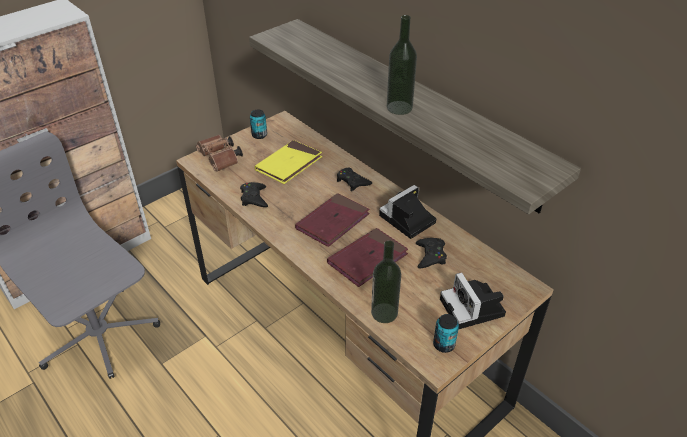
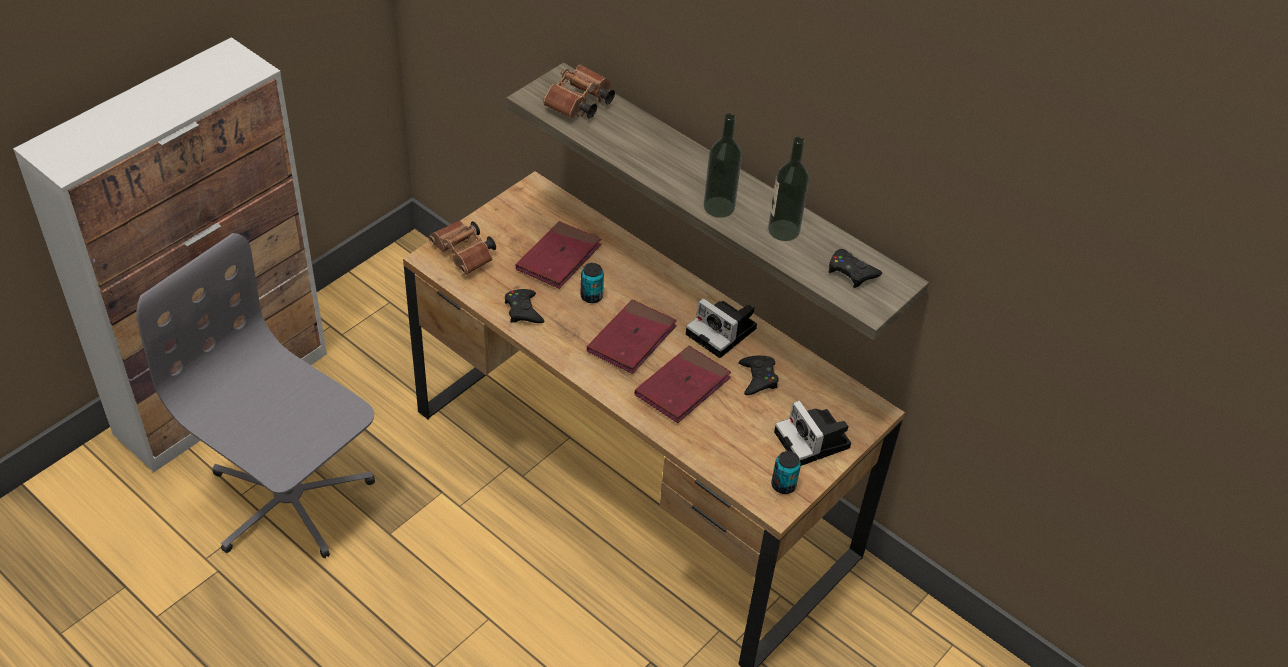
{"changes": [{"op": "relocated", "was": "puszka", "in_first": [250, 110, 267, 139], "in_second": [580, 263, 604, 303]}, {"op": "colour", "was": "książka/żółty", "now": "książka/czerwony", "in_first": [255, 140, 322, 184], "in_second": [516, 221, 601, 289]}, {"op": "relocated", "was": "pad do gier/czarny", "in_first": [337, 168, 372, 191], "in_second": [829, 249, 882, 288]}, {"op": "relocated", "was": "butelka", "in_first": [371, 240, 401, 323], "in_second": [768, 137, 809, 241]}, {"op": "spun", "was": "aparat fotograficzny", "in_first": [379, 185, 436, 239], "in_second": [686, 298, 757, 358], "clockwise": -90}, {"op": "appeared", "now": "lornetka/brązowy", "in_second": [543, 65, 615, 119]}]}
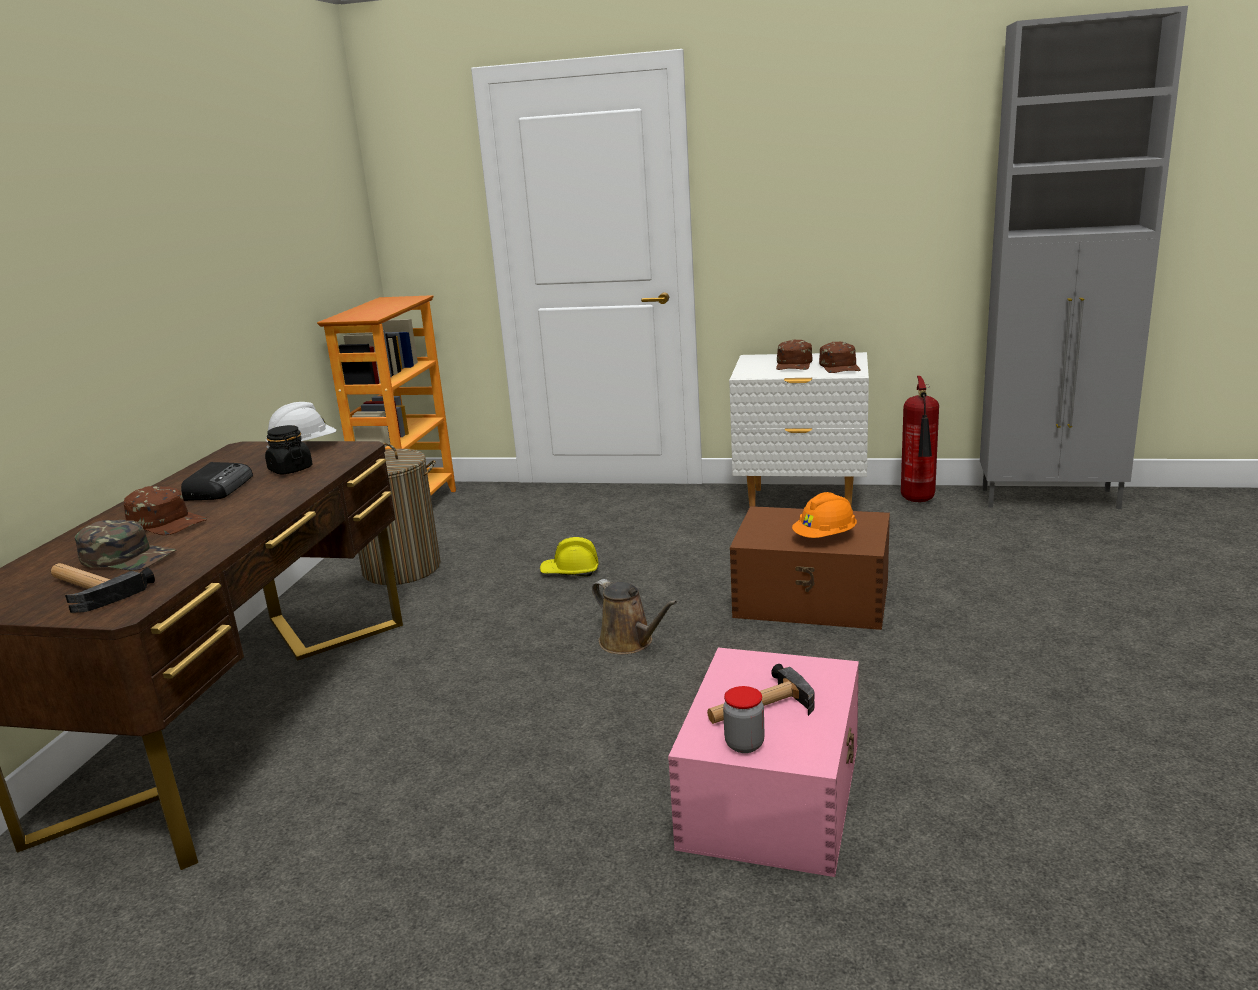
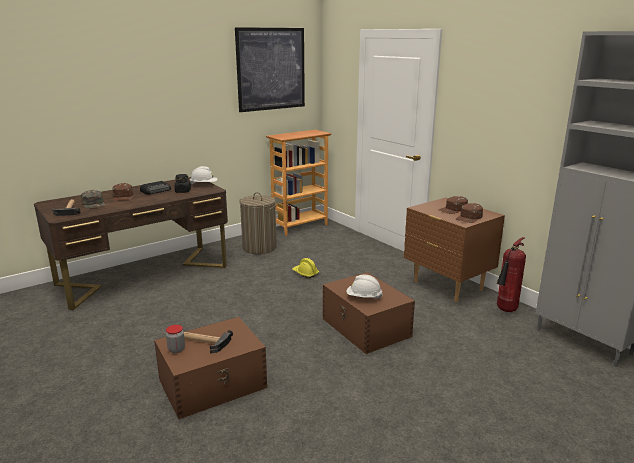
{"changes": [{"op": "missing", "was": "konewka/brązowy", "in_first": [592, 579, 677, 654]}, {"op": "colour", "was": "pojemnik do przechowywania/różowy", "now": "pojemnik do przechowywania/brązowy", "in_first": [668, 648, 859, 877], "in_second": [154, 317, 267, 419]}, {"op": "colour", "was": "szafka nocna/biały", "now": "szafka nocna/brązowy", "in_first": [729, 352, 869, 507], "in_second": [404, 198, 505, 302]}, {"op": "colour", "was": "kask/pomarańczowy", "now": "kask/biały", "in_first": [792, 492, 857, 538], "in_second": [346, 275, 382, 299]}, {"op": "appeared", "now": "obraz", "in_second": [235, 27, 305, 112]}]}
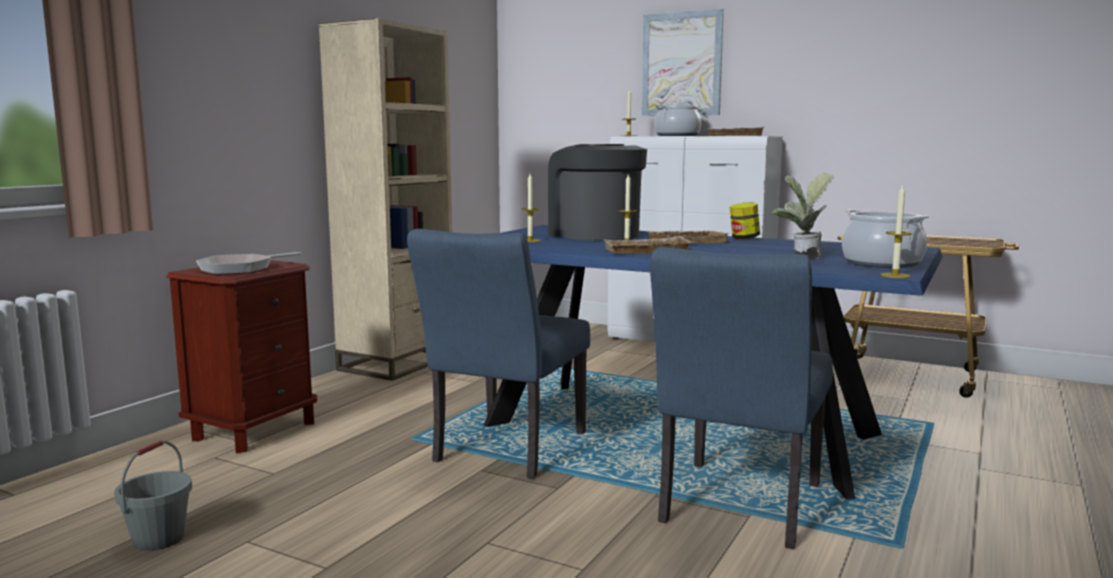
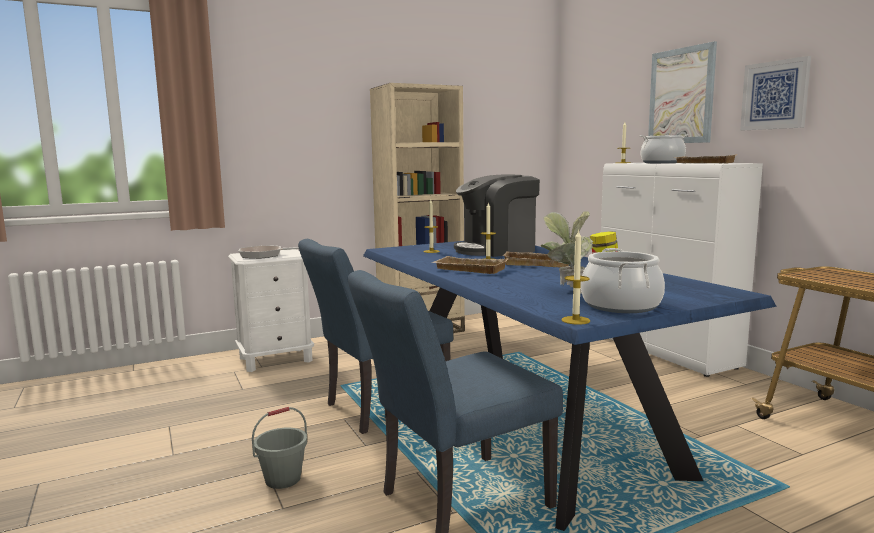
{"changes": [{"op": "relocated", "was": "wiadro/szary", "in_first": [114, 440, 192, 551], "in_second": [252, 407, 307, 489]}, {"op": "colour", "was": "szafka nocna/brązowy", "now": "szafka nocna/biały", "in_first": [166, 260, 317, 453], "in_second": [228, 249, 314, 372]}, {"op": "spun", "was": "ekspres do kawy", "in_first": [548, 144, 647, 241], "in_second": [454, 175, 540, 257], "clockwise": -120}, {"op": "appeared", "now": "obraz", "in_second": [740, 56, 811, 130]}]}
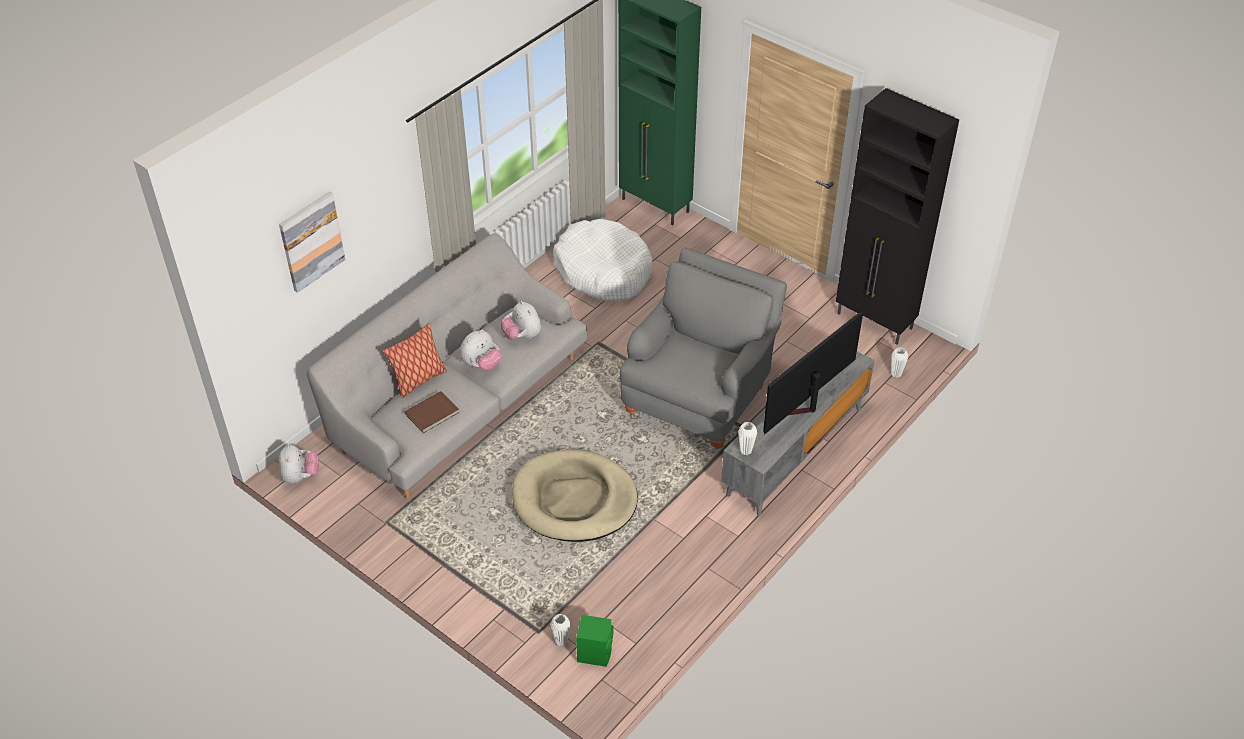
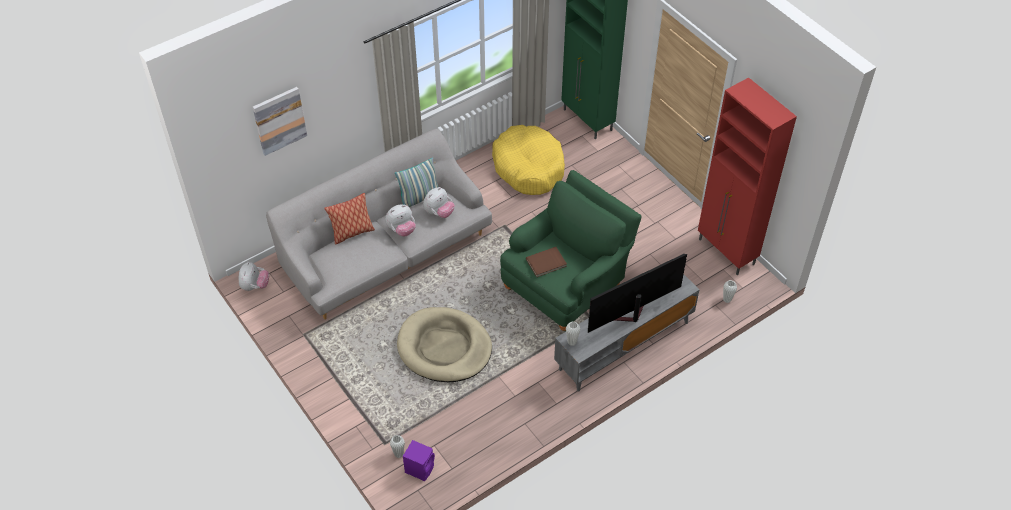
{"changes": [{"op": "relocated", "was": "książka/brązowy", "in_first": [405, 391, 459, 433], "in_second": [526, 247, 567, 277]}, {"op": "spun", "was": "pluszak", "in_first": [501, 301, 541, 340], "in_second": [423, 187, 455, 218], "clockwise": -120}, {"op": "colour", "was": "legowisko/biały", "now": "legowisko/żółty", "in_first": [553, 219, 652, 302], "in_second": [492, 125, 565, 195]}, {"op": "colour", "was": "głośnik/zielony", "now": "głośnik/fioletowy", "in_first": [576, 615, 614, 667], "in_second": [403, 440, 435, 481]}, {"op": "colour", "was": "fotel/szary", "now": "fotel/zielony", "in_first": [620, 247, 787, 449], "in_second": [500, 170, 641, 331]}, {"op": "colour", "was": "szafka/czarny", "now": "szafka/czerwony", "in_first": [836, 88, 959, 345], "in_second": [698, 77, 797, 275]}, {"op": "appeared", "now": "poduszka", "in_second": [395, 157, 438, 207]}]}
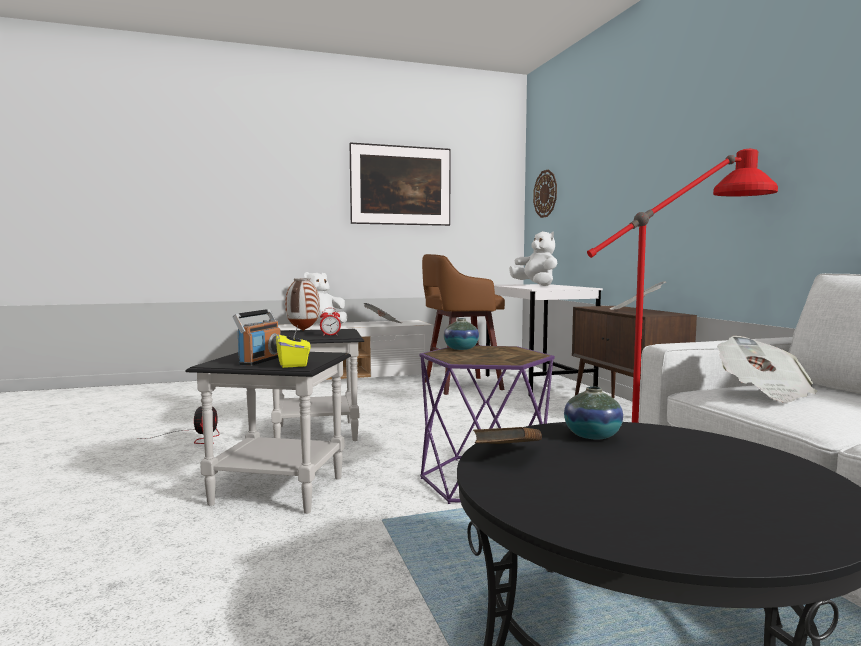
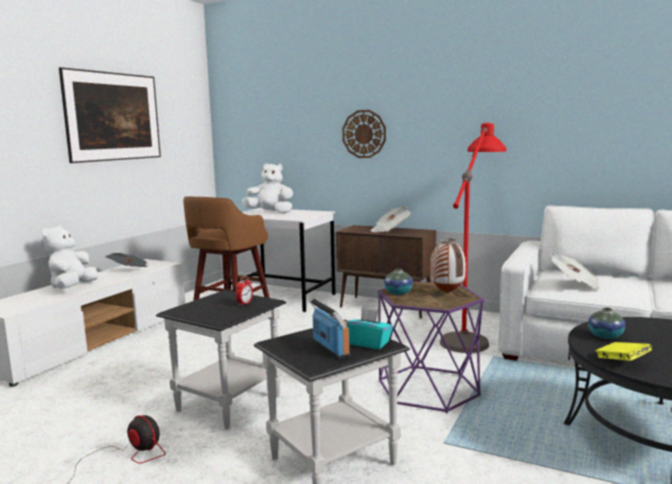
{"changes": [{"op": "colour", "was": "pudełko chusteczek/żółty", "now": "pudełko chusteczek/turkusowy", "in_first": [276, 326, 311, 368], "in_second": [346, 308, 393, 349]}, {"op": "relocated", "was": "wazon", "in_first": [285, 278, 320, 331], "in_second": [430, 239, 466, 293]}, {"op": "colour", "was": "książka/brązowy", "now": "książka/żółty", "in_first": [473, 427, 542, 444], "in_second": [596, 342, 652, 361]}, {"op": "relocated", "was": "zegar ścienny", "in_first": [533, 169, 557, 218], "in_second": [342, 110, 386, 158]}]}
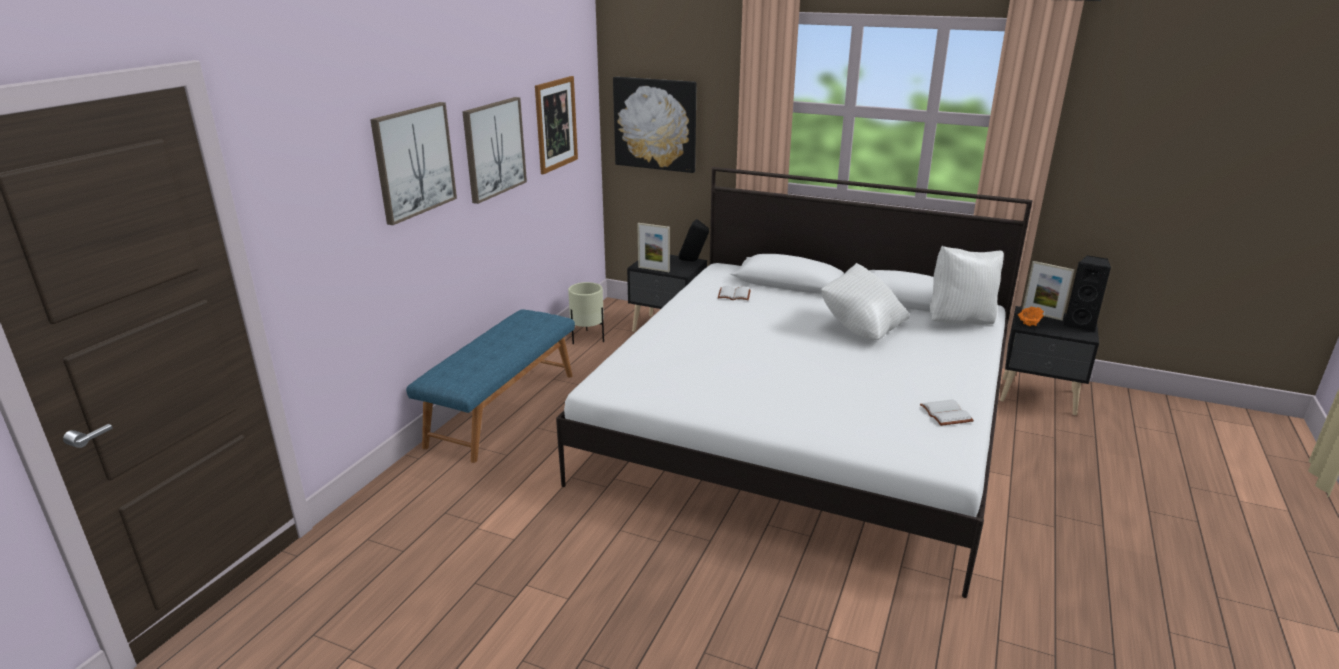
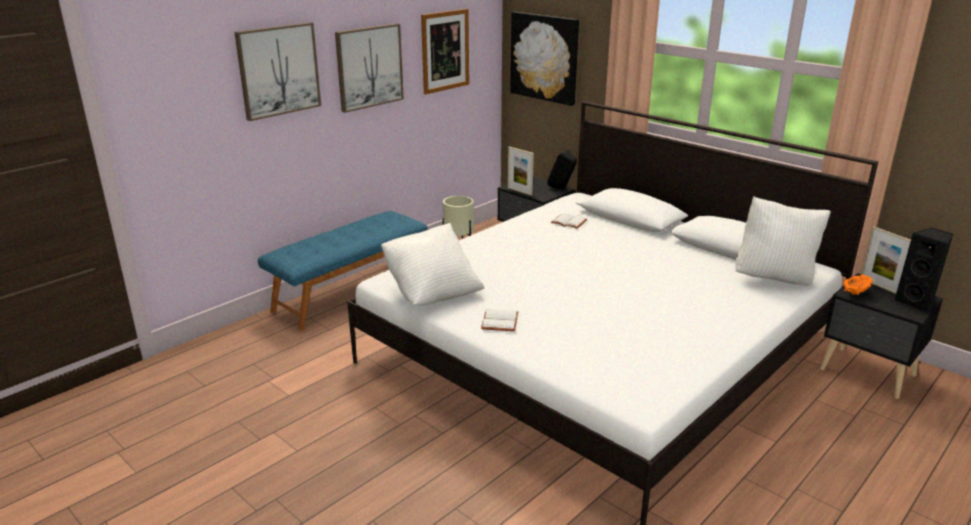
{"changes": [{"op": "relocated", "was": "poduszka/biały", "in_first": [820, 263, 910, 340], "in_second": [381, 223, 484, 305]}, {"op": "relocated", "was": "książka/biały", "in_first": [920, 399, 974, 426], "in_second": [481, 309, 518, 331]}]}
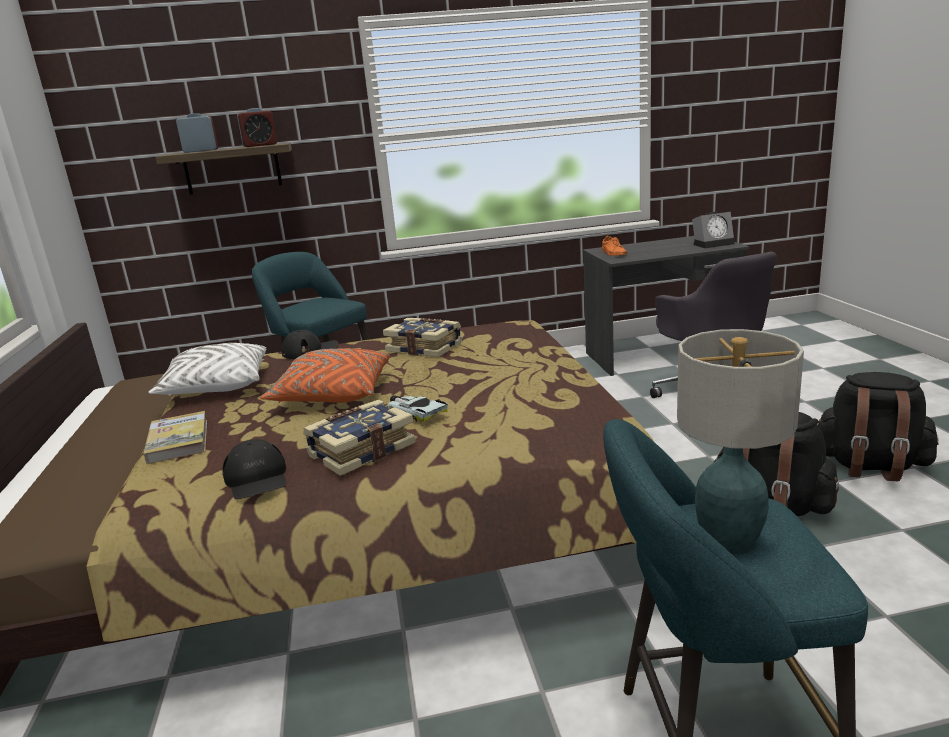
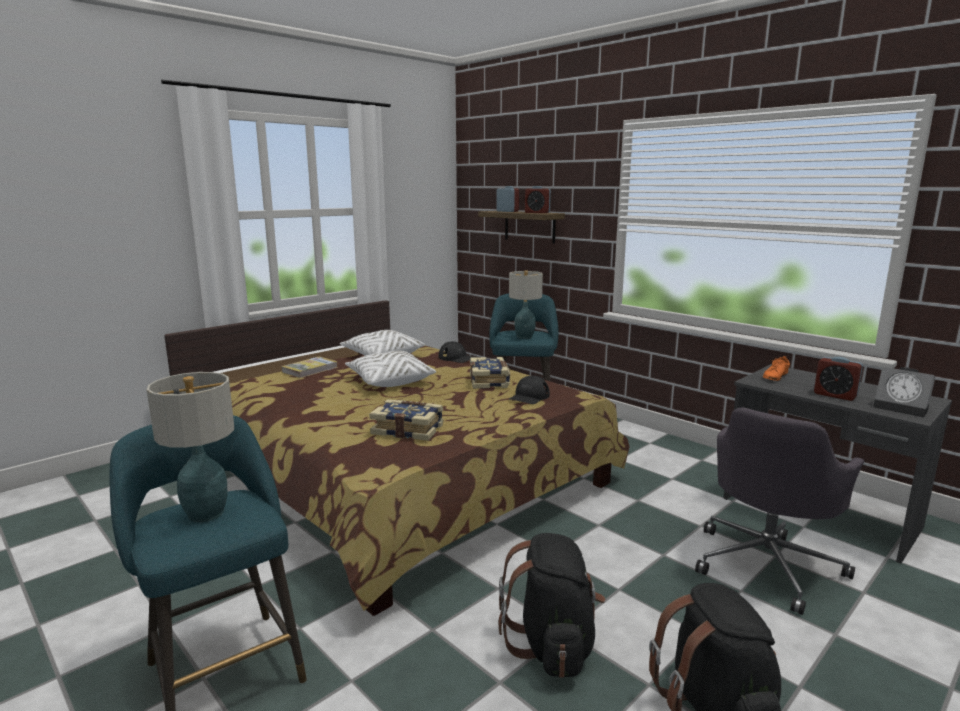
{"changes": [{"op": "relocated", "was": "czapka z daszkiem/czarny", "in_first": [223, 439, 287, 499], "in_second": [509, 375, 550, 404]}, {"op": "colour", "was": "poduszka/pomarańczowy", "now": "poduszka/biały", "in_first": [260, 348, 390, 403], "in_second": [345, 351, 436, 387]}, {"op": "relocated", "was": "książka", "in_first": [303, 400, 416, 476], "in_second": [369, 400, 444, 441]}, {"op": "missing", "was": "samochodzik", "in_first": [387, 395, 448, 422]}, {"op": "appeared", "now": "lampa stołowa", "in_second": [509, 270, 543, 339]}, {"op": "appeared", "now": "budzik", "in_second": [814, 357, 863, 401]}]}
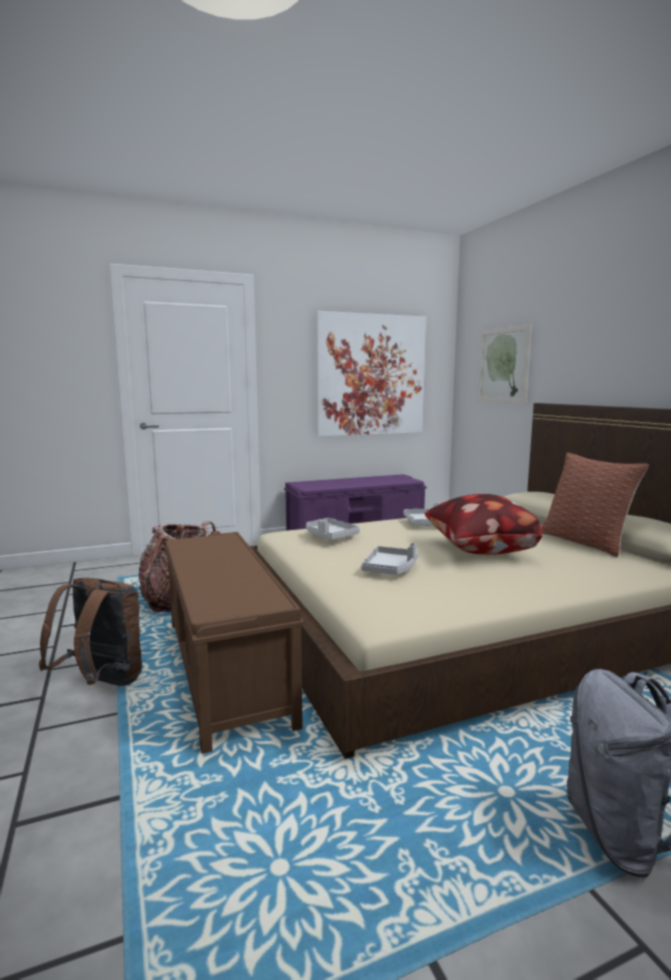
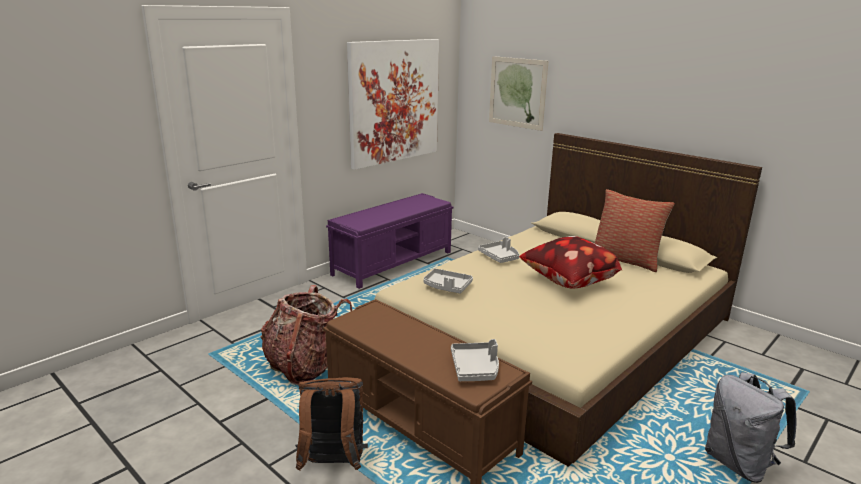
{"changes": [{"op": "relocated", "was": "taca/szary", "in_first": [361, 543, 418, 575], "in_second": [451, 339, 499, 381]}]}
